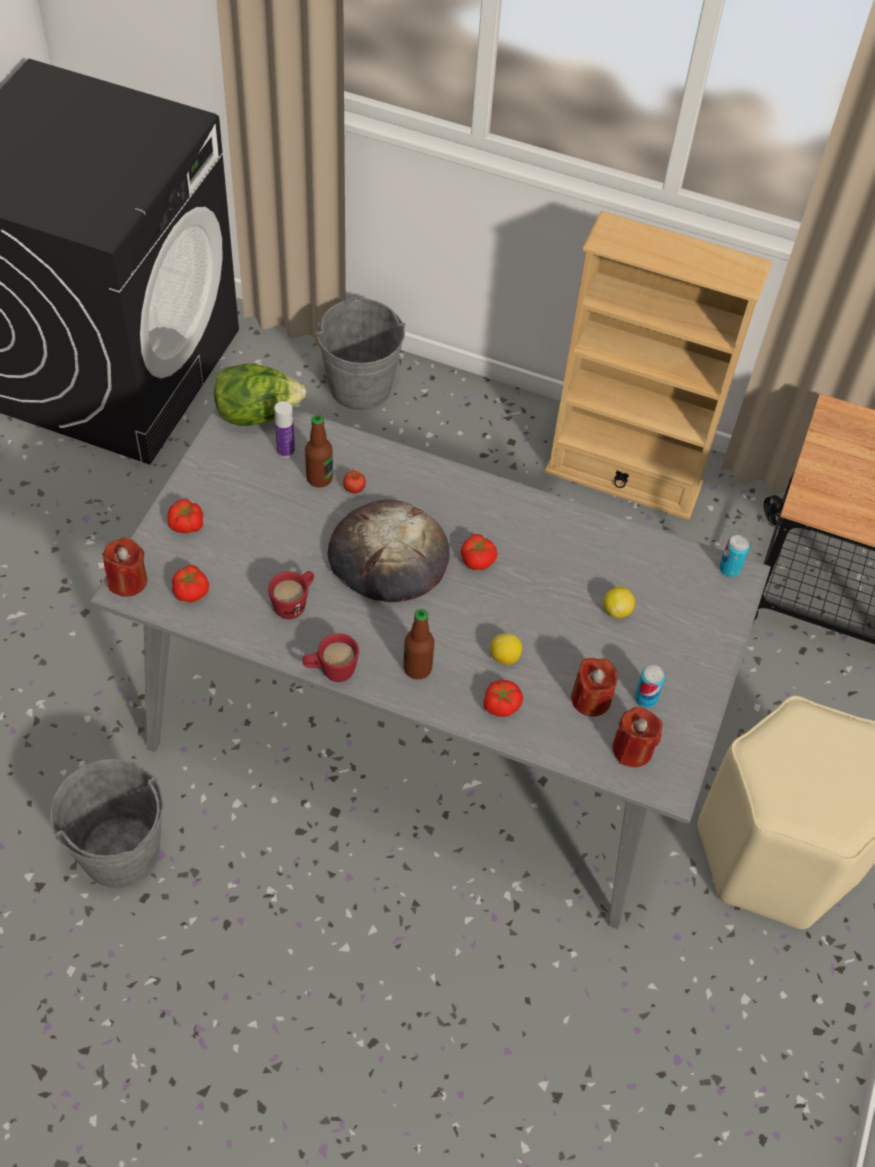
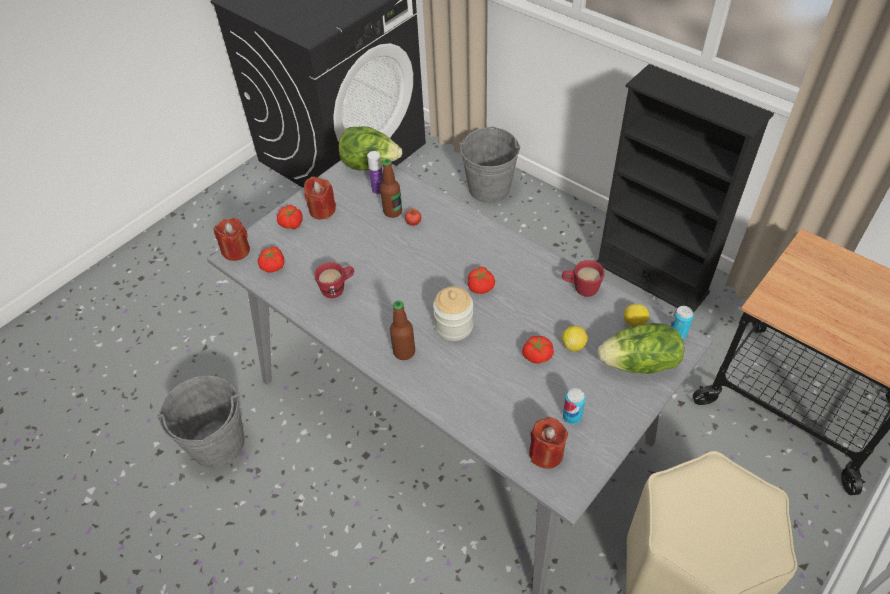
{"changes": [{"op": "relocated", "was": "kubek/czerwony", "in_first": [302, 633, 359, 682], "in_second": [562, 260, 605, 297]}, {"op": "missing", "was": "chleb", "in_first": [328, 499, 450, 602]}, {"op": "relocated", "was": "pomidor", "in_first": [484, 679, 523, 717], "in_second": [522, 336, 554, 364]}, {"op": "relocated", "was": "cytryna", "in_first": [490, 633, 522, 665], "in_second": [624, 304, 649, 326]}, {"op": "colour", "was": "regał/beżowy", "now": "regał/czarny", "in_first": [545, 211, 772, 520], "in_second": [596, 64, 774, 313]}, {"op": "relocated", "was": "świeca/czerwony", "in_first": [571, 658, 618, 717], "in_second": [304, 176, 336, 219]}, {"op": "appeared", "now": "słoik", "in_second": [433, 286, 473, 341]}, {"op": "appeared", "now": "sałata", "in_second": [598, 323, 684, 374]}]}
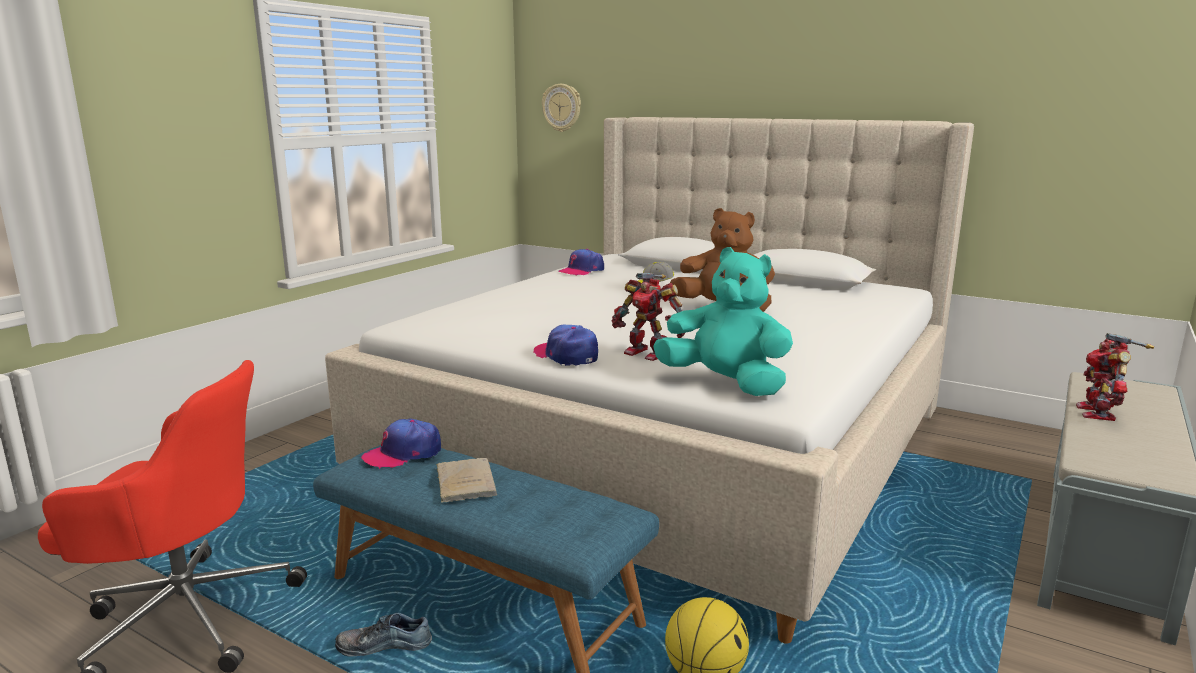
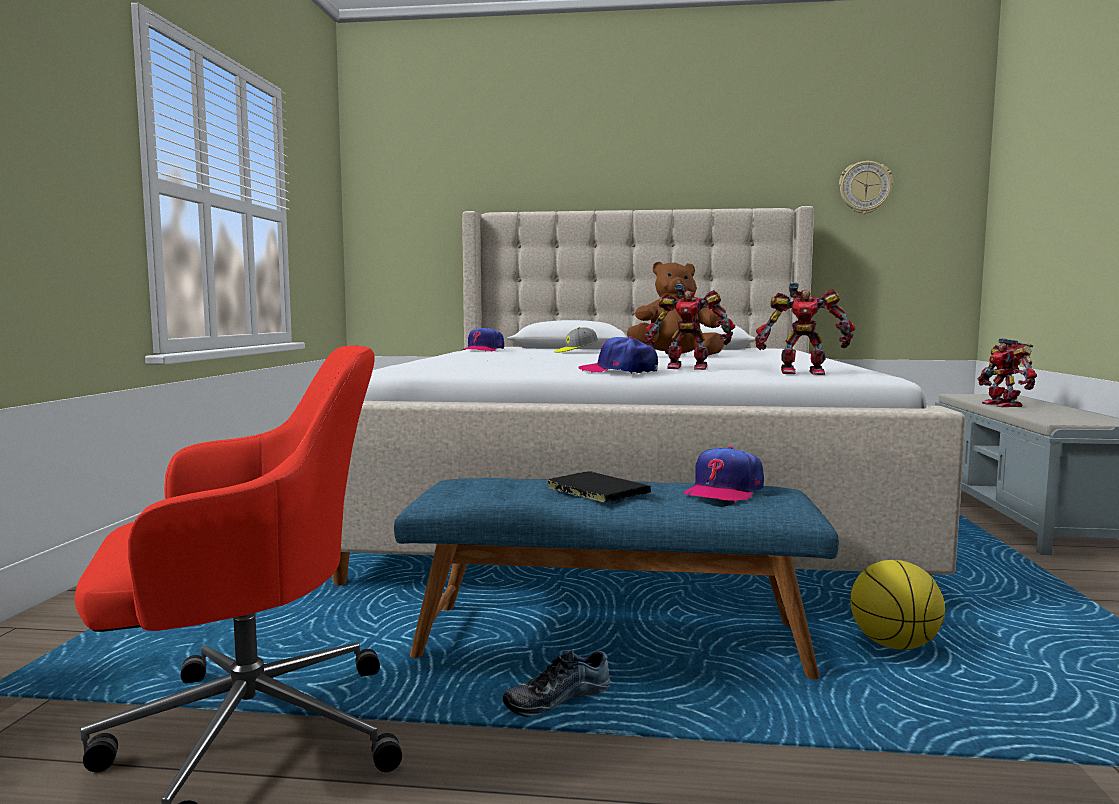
{"changes": [{"op": "relocated", "was": "czapka z daszkiem", "in_first": [361, 418, 441, 469], "in_second": [684, 447, 764, 503]}, {"op": "colour", "was": "książka/beżowy", "now": "książka/czarny", "in_first": [436, 458, 497, 503], "in_second": [547, 472, 651, 503]}, {"op": "relocated", "was": "zegar ścienny", "in_first": [542, 84, 581, 132], "in_second": [839, 161, 893, 214]}, {"op": "exchanged", "was": "pluszak/turkusowy", "now": "robot zabawkowy", "in_first": [653, 247, 793, 396], "in_second": [755, 282, 855, 375]}]}
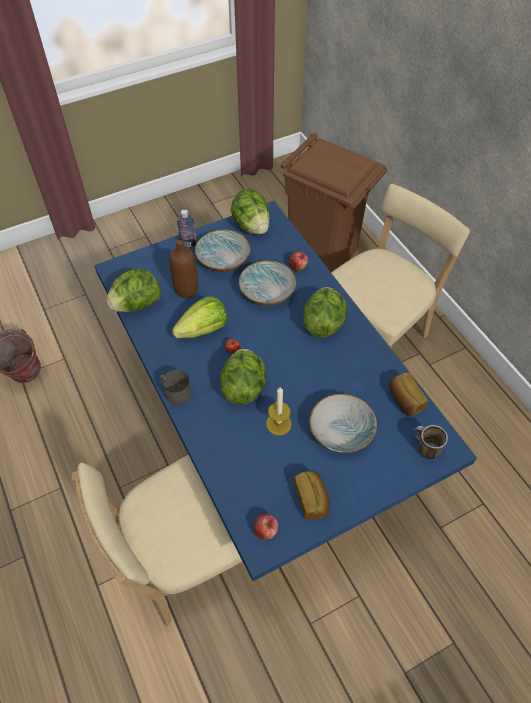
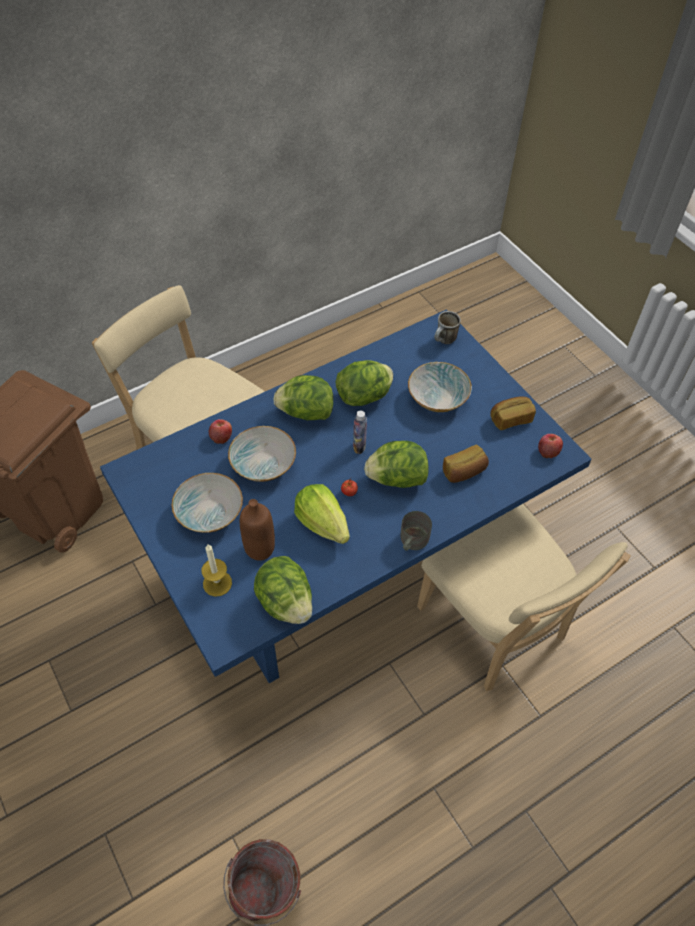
{"changes": [{"op": "relocated", "was": "butelka", "in_first": [177, 210, 197, 247], "in_second": [353, 410, 367, 454]}, {"op": "relocated", "was": "sałata", "in_first": [231, 188, 270, 235], "in_second": [335, 360, 393, 406]}, {"op": "relocated", "was": "świeca", "in_first": [266, 387, 292, 435], "in_second": [201, 545, 232, 597]}, {"op": "relocated", "was": "chleb", "in_first": [389, 373, 428, 416], "in_second": [443, 445, 489, 483]}]}
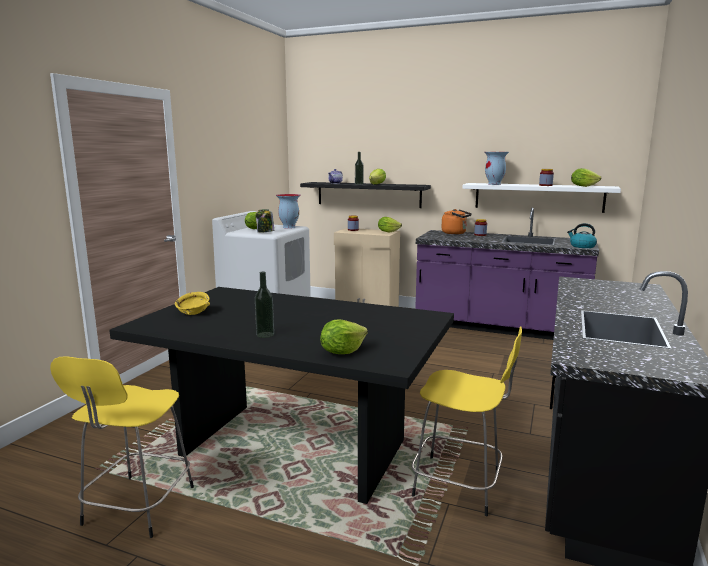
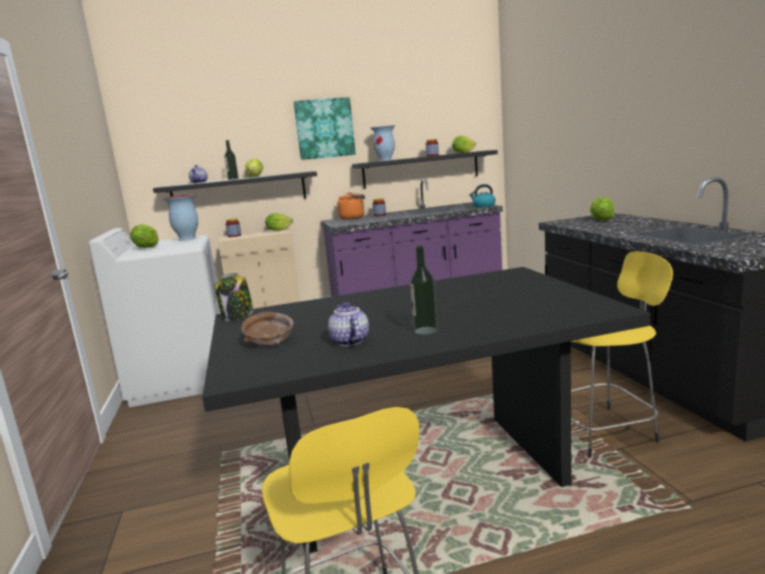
{"changes": [{"op": "colour", "was": "miska/żółty", "now": "miska/brązowy", "in_first": [175, 292, 210, 315], "in_second": [241, 312, 294, 346]}, {"op": "relocated", "was": "słoik", "in_first": [255, 209, 274, 233], "in_second": [214, 273, 254, 321]}, {"op": "relocated", "was": "sałata", "in_first": [320, 320, 368, 354], "in_second": [590, 197, 614, 221]}, {"op": "colour", "was": "półka/biały", "now": "półka/czarny", "in_first": [462, 183, 621, 213], "in_second": [352, 150, 498, 189]}, {"op": "appeared", "now": "obraz", "in_second": [293, 97, 356, 160]}, {"op": "appeared", "now": "imbryk", "in_second": [328, 302, 369, 346]}]}
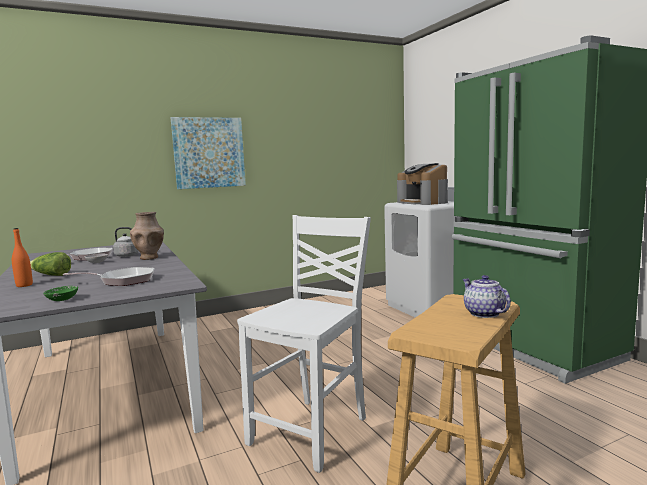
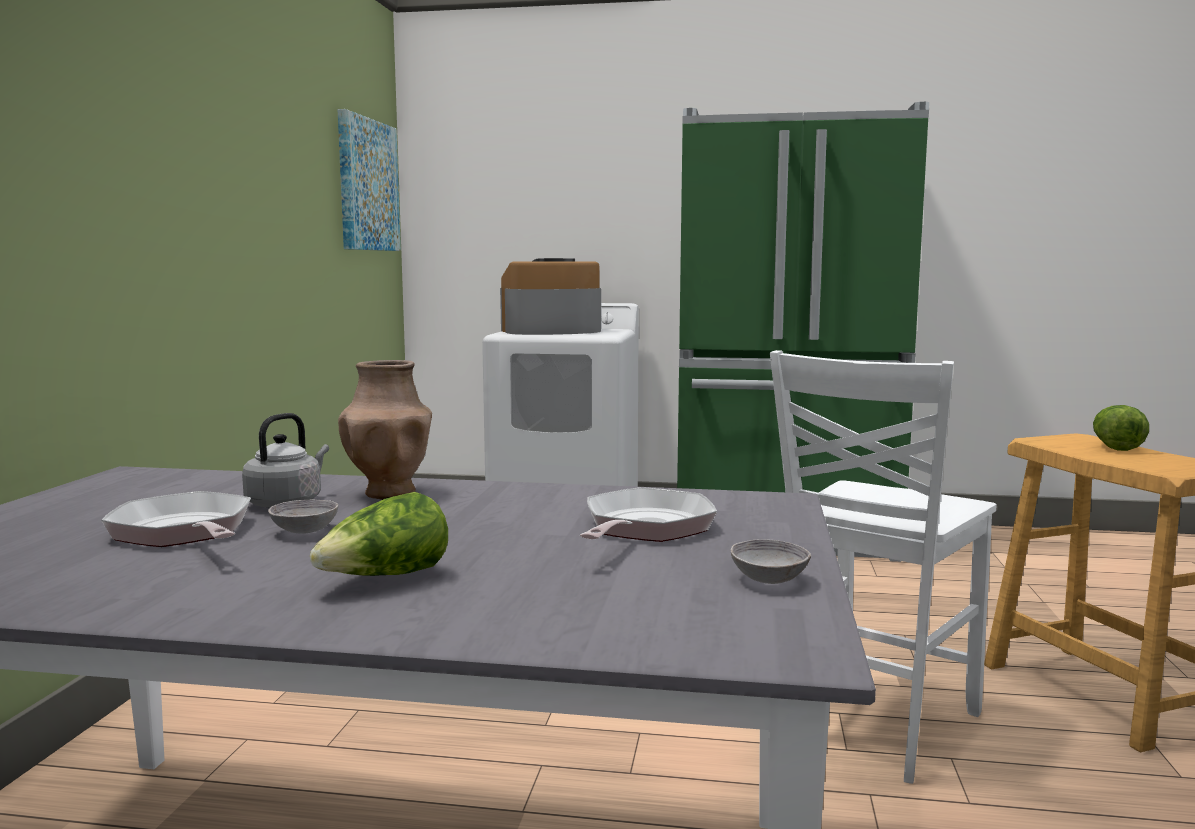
{"changes": [{"op": "missing", "was": "butelka/pomarańczowy", "in_first": [12, 228, 33, 287]}, {"op": "colour", "was": "miska/zielony", "now": "miska/szary", "in_first": [43, 286, 78, 301], "in_second": [731, 539, 811, 584]}, {"op": "relocated", "was": "obraz", "in_first": [171, 117, 246, 189], "in_second": [338, 109, 401, 251]}, {"op": "spun", "was": "krzesło/biały", "in_first": [237, 215, 371, 473], "in_second": [770, 350, 997, 784], "clockwise": -120}, {"op": "spun", "was": "ekspres do kawy", "in_first": [397, 163, 448, 205], "in_second": [500, 258, 601, 335], "clockwise": 150}, {"op": "exchanged", "was": "imbryk", "now": "sałata", "in_first": [463, 275, 511, 318], "in_second": [1093, 405, 1149, 451]}]}
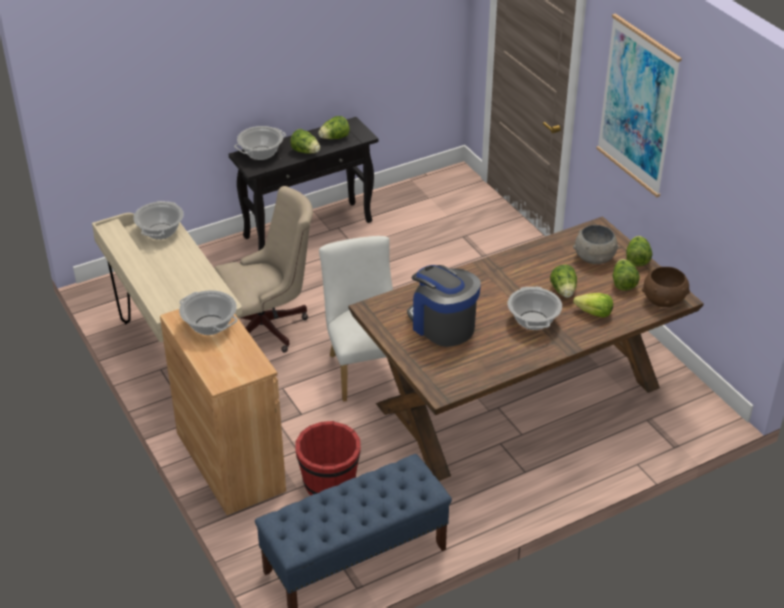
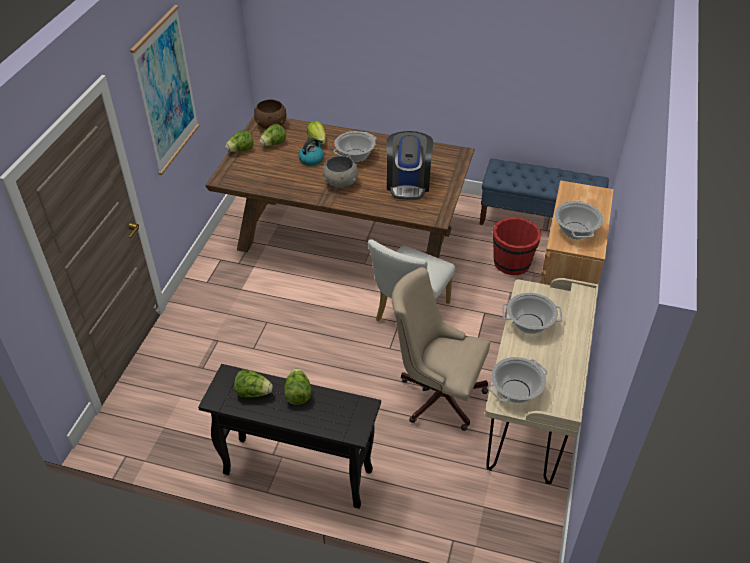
{"changes": [{"op": "relocated", "was": "garnek", "in_first": [234, 126, 286, 160], "in_second": [502, 293, 563, 334]}, {"op": "exchanged", "was": "sałata", "now": "czajnik", "in_first": [550, 265, 577, 298], "in_second": [298, 138, 324, 166]}, {"op": "relocated", "was": "miska/szary", "in_first": [573, 225, 619, 264], "in_second": [322, 156, 358, 188]}]}
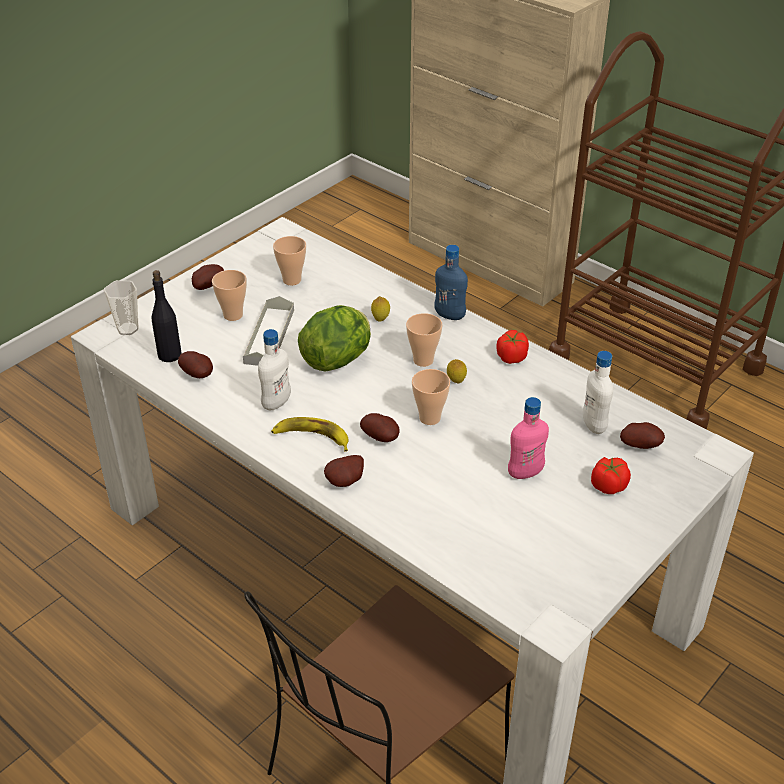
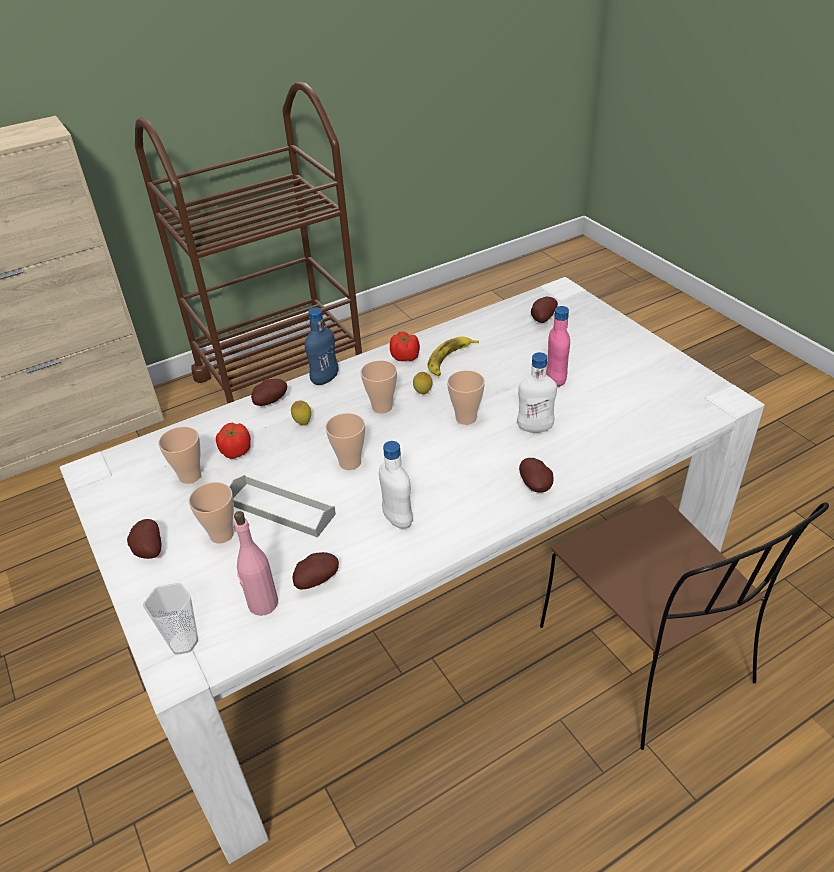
{"changes": [{"op": "colour", "was": "butelka/czarny", "now": "butelka/różowy", "in_first": [152, 270, 182, 362], "in_second": [234, 511, 278, 616]}, {"op": "relocated", "was": "banan", "in_first": [271, 417, 348, 451], "in_second": [427, 337, 479, 376]}, {"op": "exchanged", "was": "sałata", "now": "filiżanka", "in_first": [298, 305, 371, 372], "in_second": [325, 413, 365, 470]}, {"op": "relocated", "was": "ziemniak", "in_first": [360, 413, 400, 442], "in_second": [251, 379, 287, 406]}, {"op": "relocated", "was": "butelka/biały", "in_first": [583, 351, 613, 434], "in_second": [517, 352, 557, 433]}, {"op": "relocated", "was": "pomidor", "in_first": [591, 457, 631, 494], "in_second": [216, 423, 251, 459]}]}
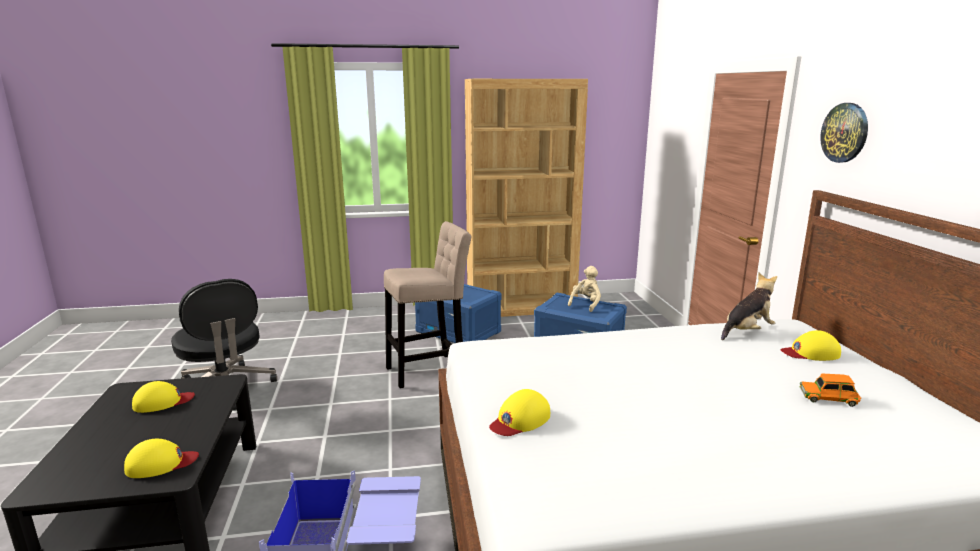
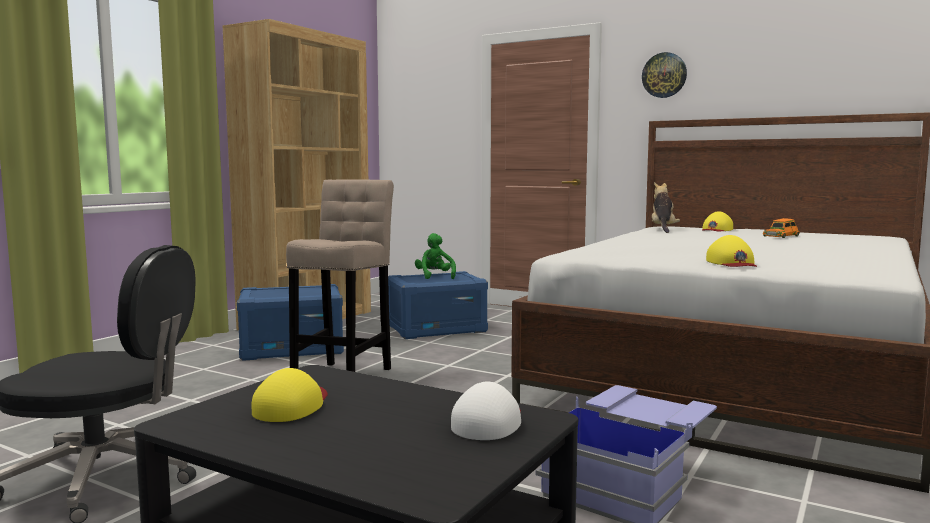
{"changes": [{"op": "colour", "was": "czapka z daszkiem/żółty", "now": "czapka z daszkiem/biały", "in_first": [124, 439, 199, 478], "in_second": [451, 382, 521, 440]}, {"op": "colour", "was": "pluszak/beżowy", "now": "pluszak/zielony", "in_first": [568, 266, 601, 312], "in_second": [415, 233, 456, 279]}]}
